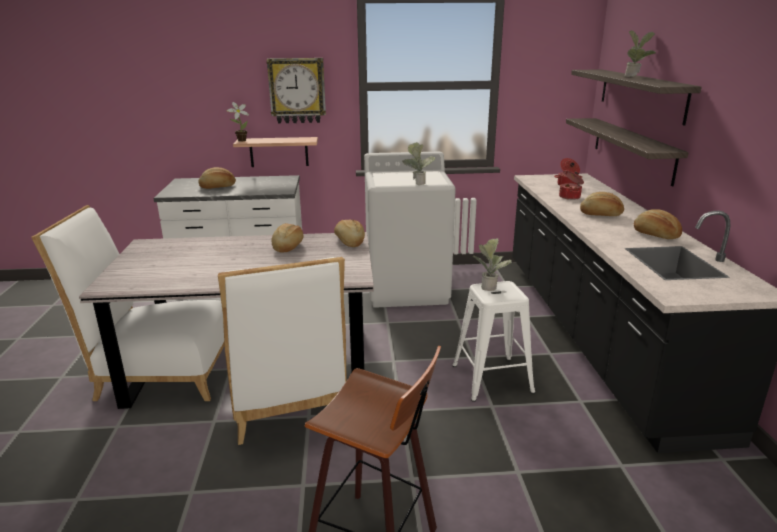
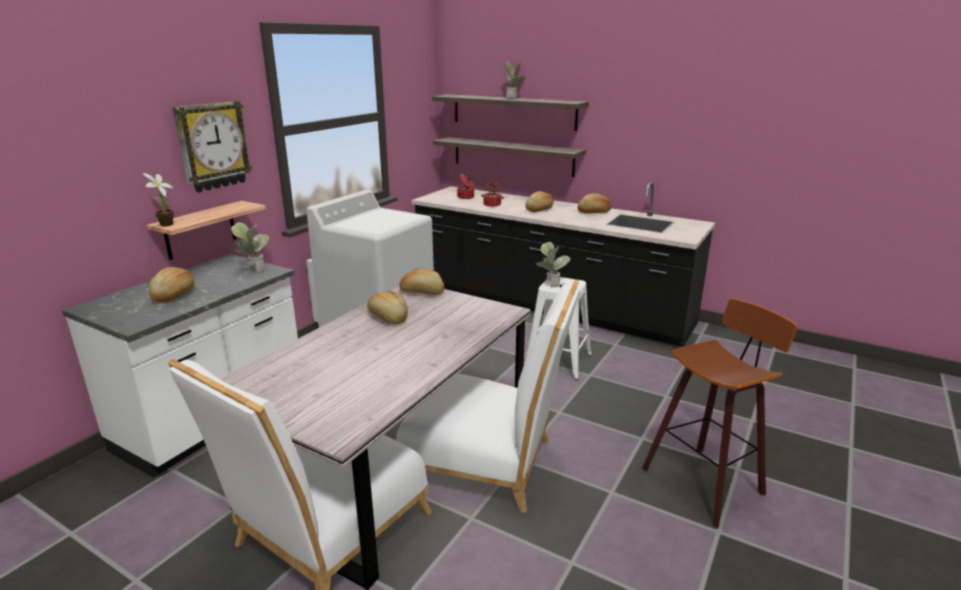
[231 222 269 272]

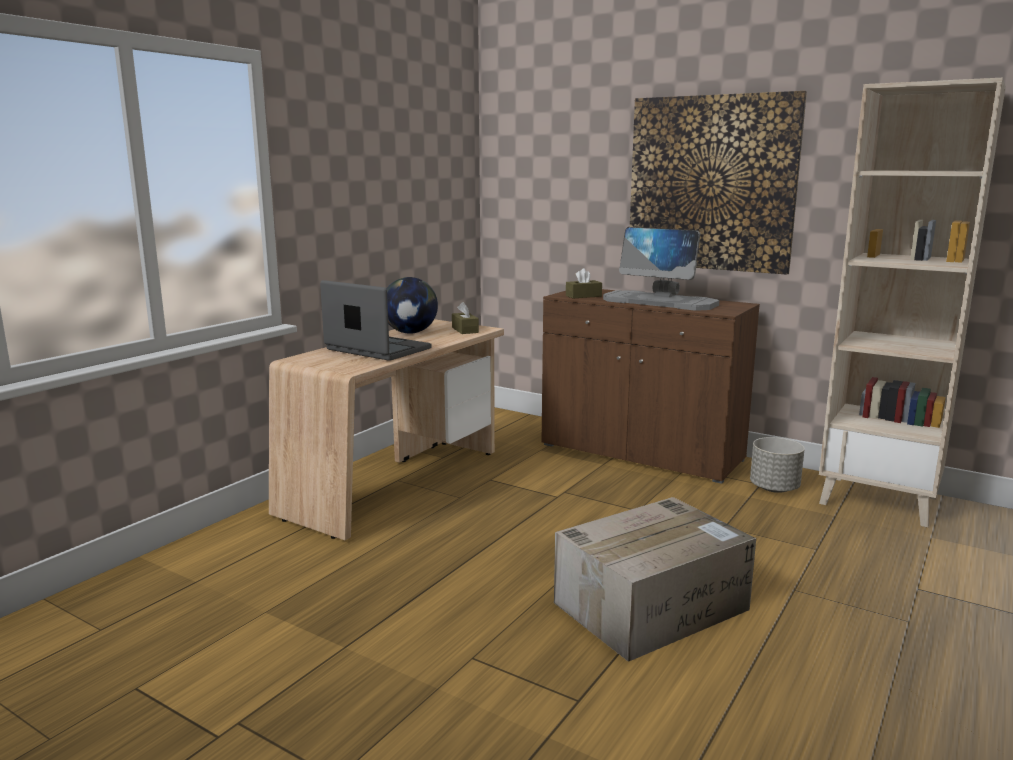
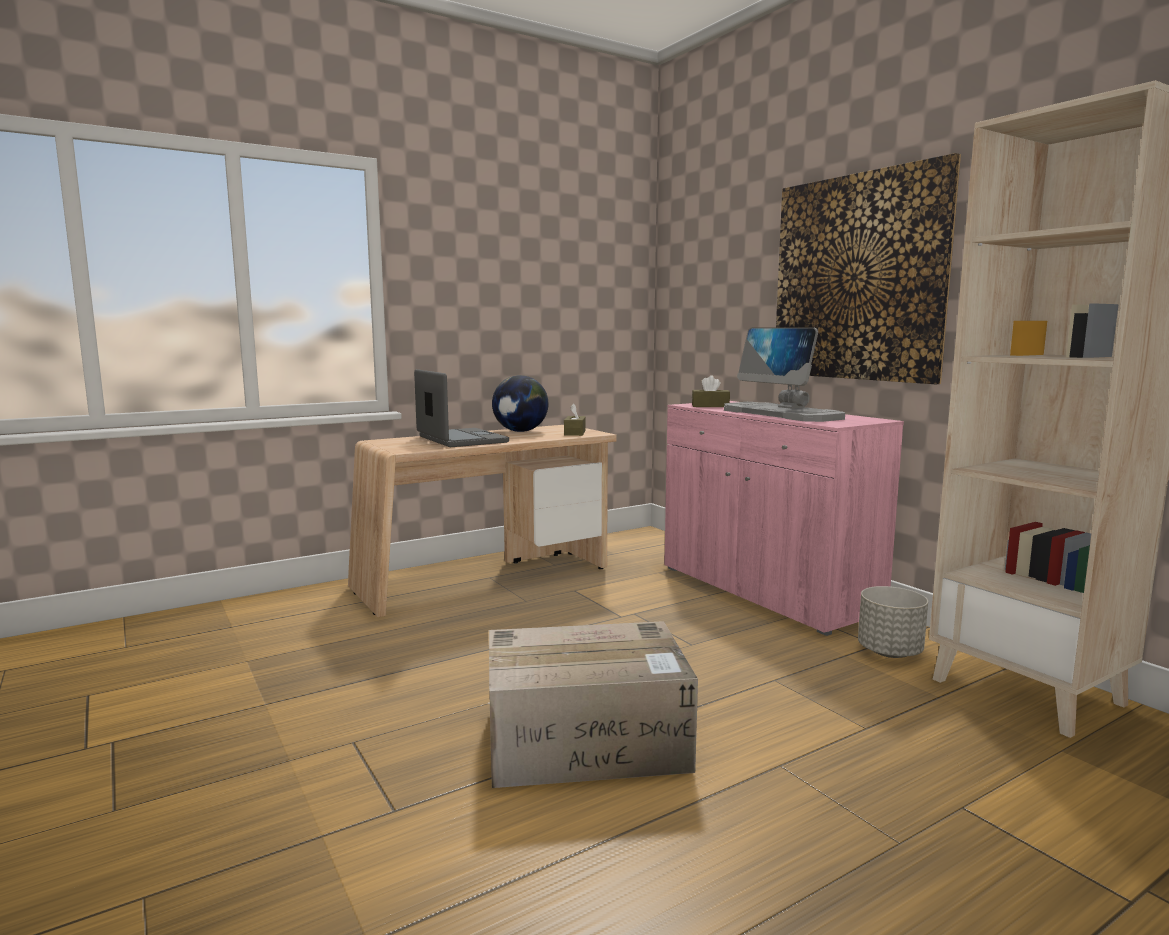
[664 401 904 636]

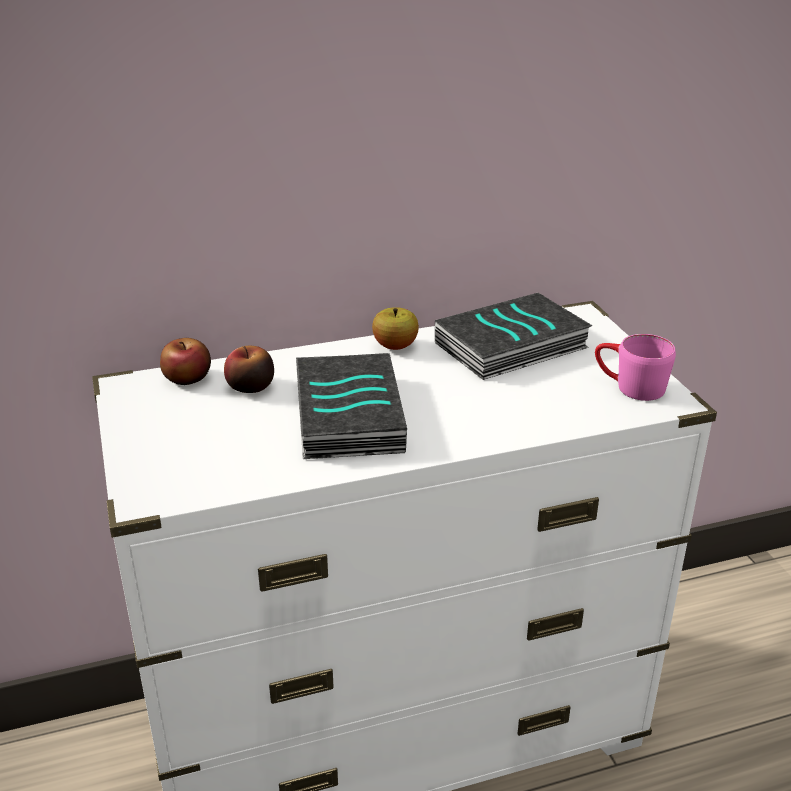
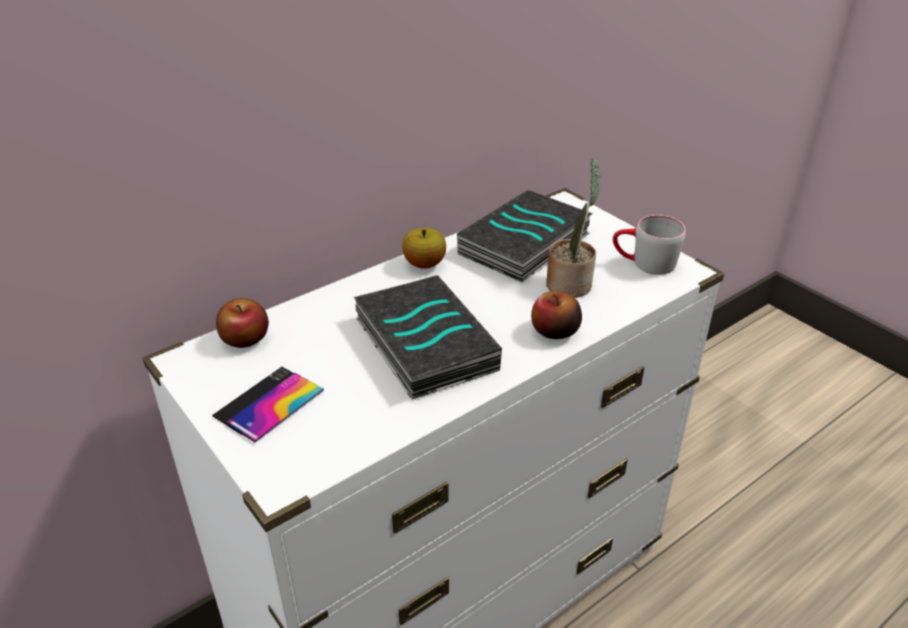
[212 367 324 442]
[531 291 582 339]
[546 158 601 298]
[613 215 686 275]

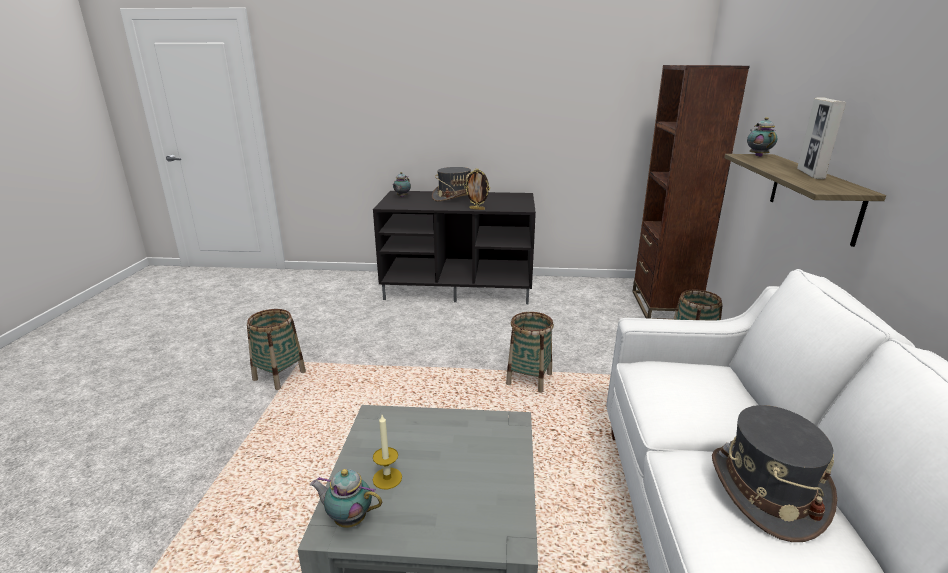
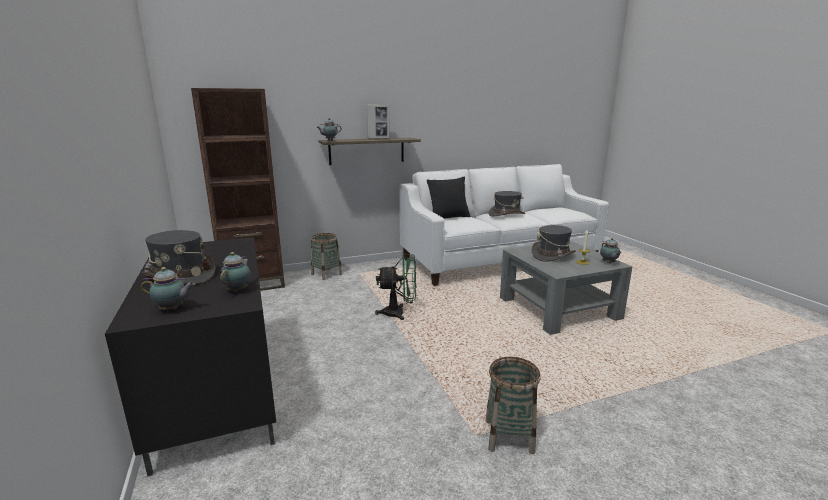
[219 252 251 292]
[375 254 416 320]
[427 177 470 219]
[531 225 576 262]
[464 169 490 210] (first image)

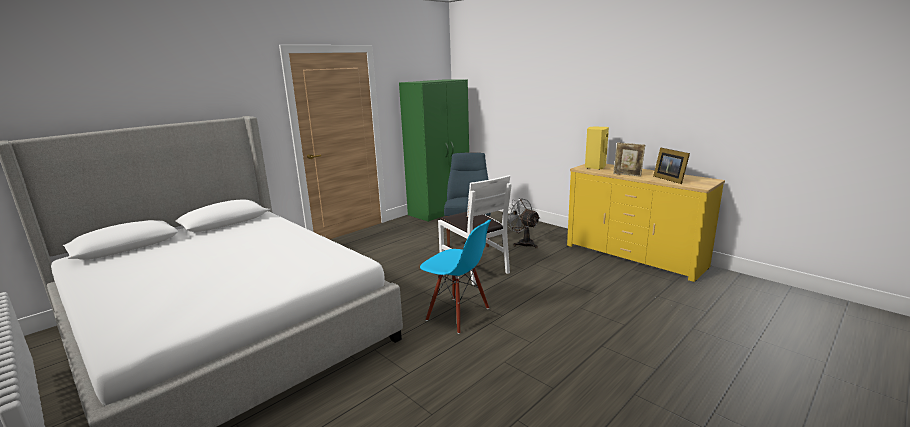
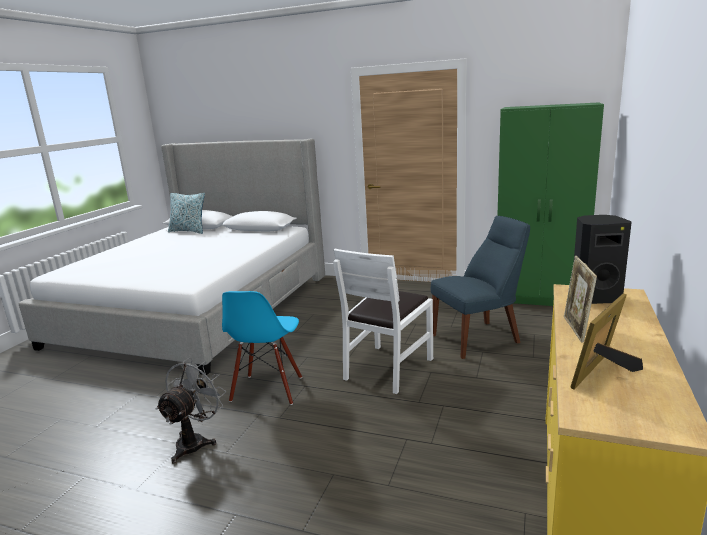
[156 357 226 464]
[168 193 205 234]
[574 215 632 304]

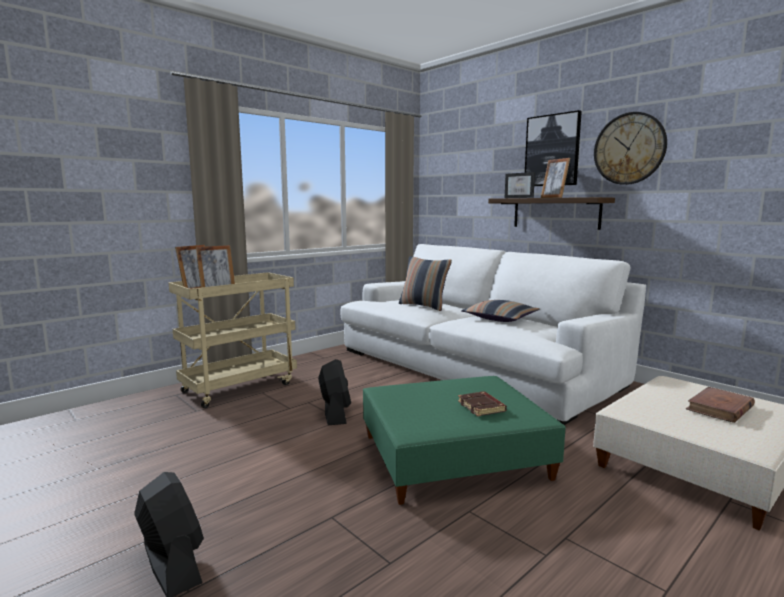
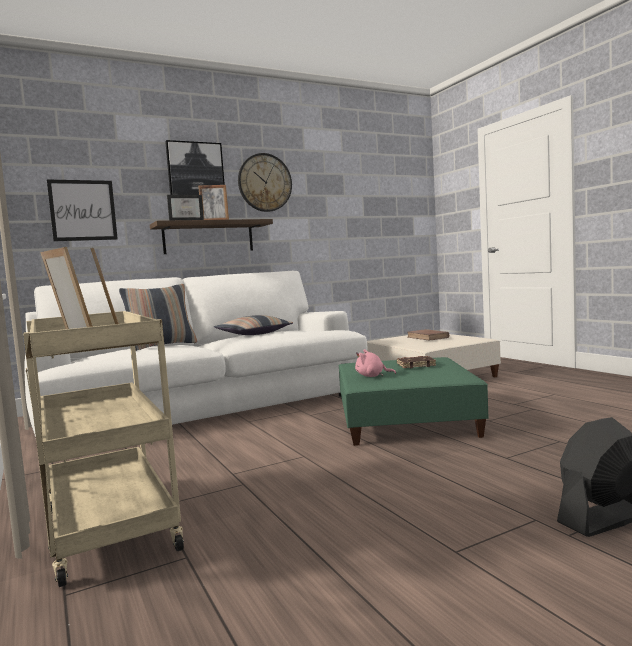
[47 179 118 241]
[355 349 396 377]
[318 359 351 425] (first image)

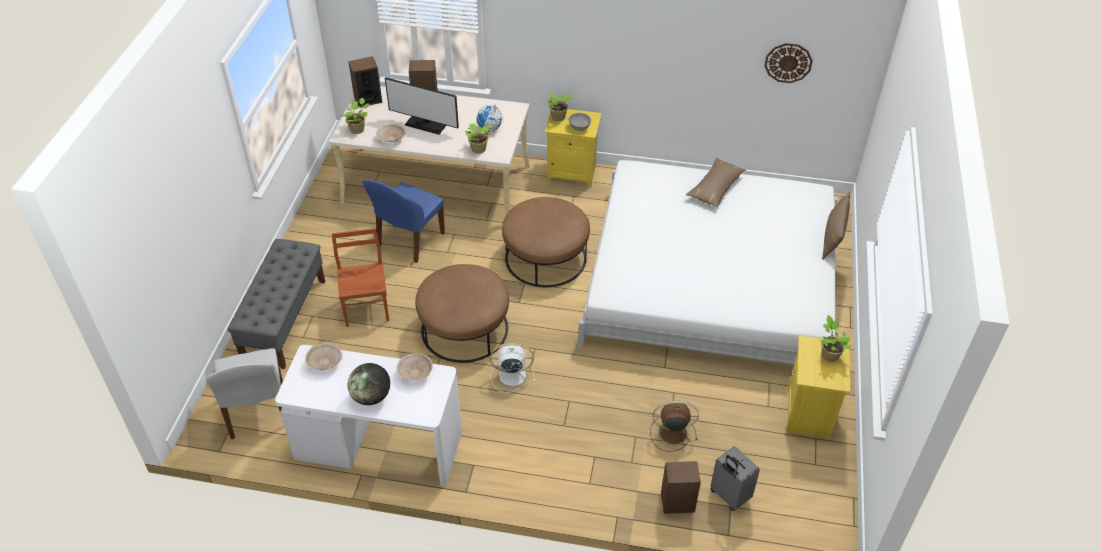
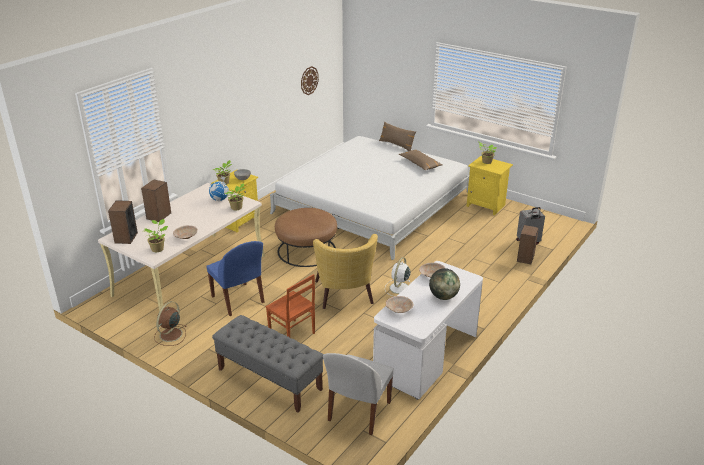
[154 301 186 346]
[266 274 315 337]
[313 234 378 309]
[323 353 394 435]
[399 150 443 171]
[385 77 459 135] (first image)

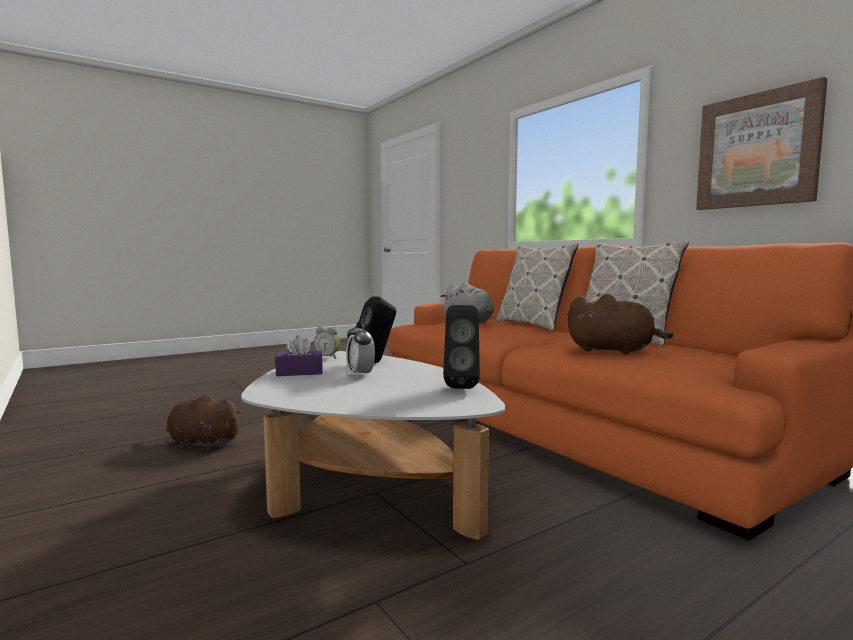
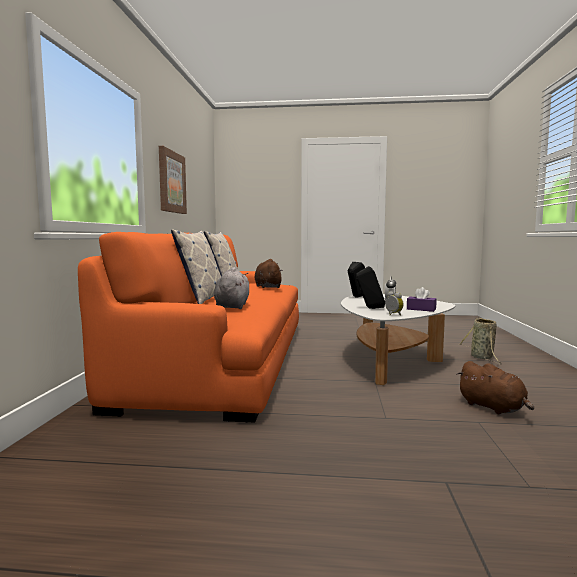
[459 318 502 365]

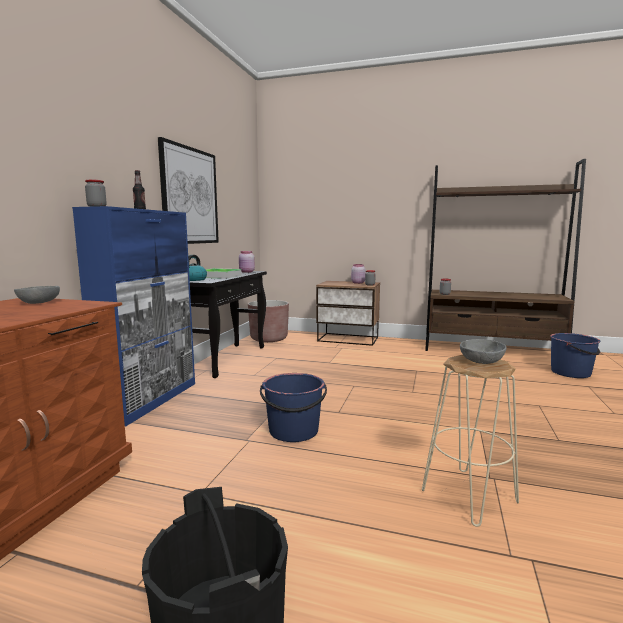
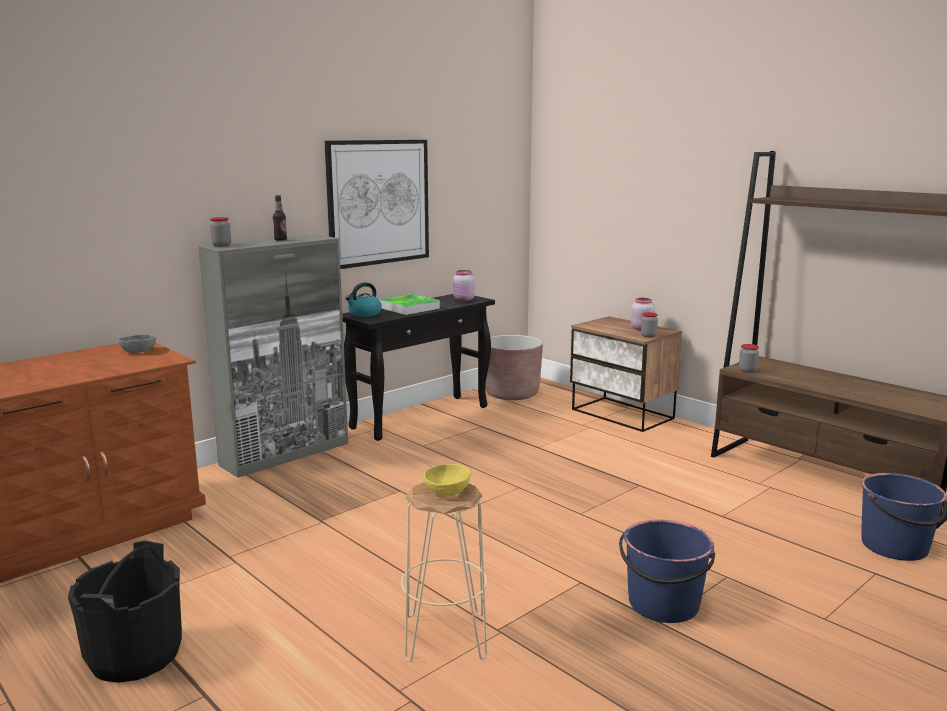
[198 235 348 478]
[423 464 471 496]
[619 519 715 623]

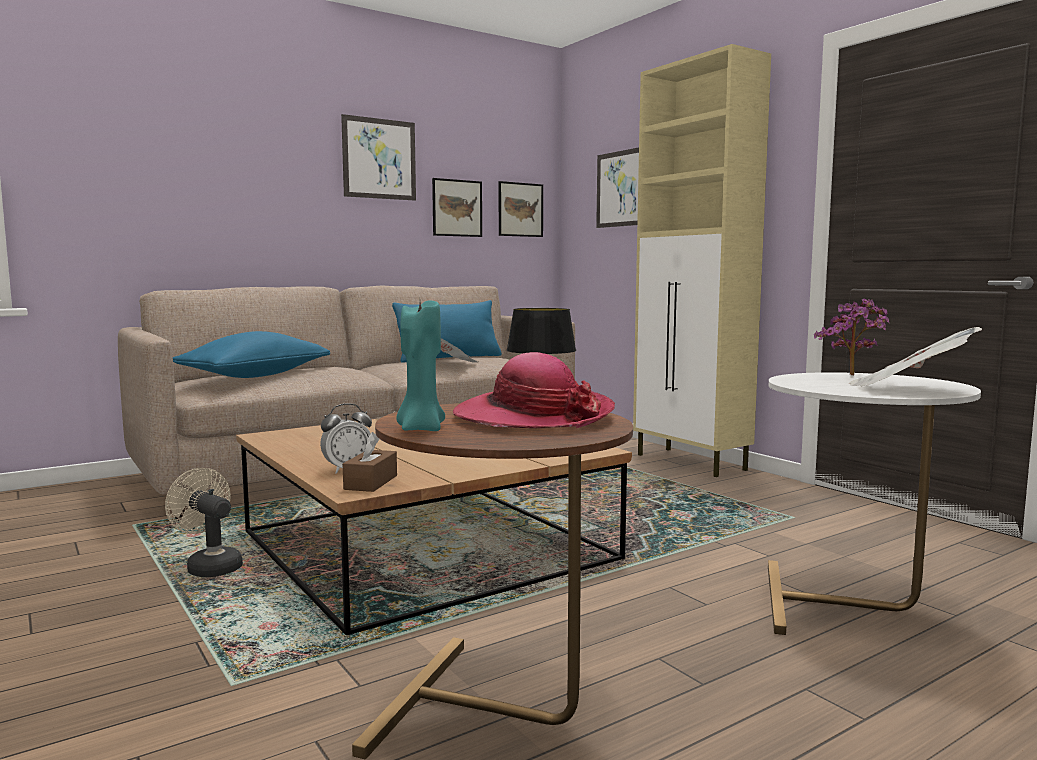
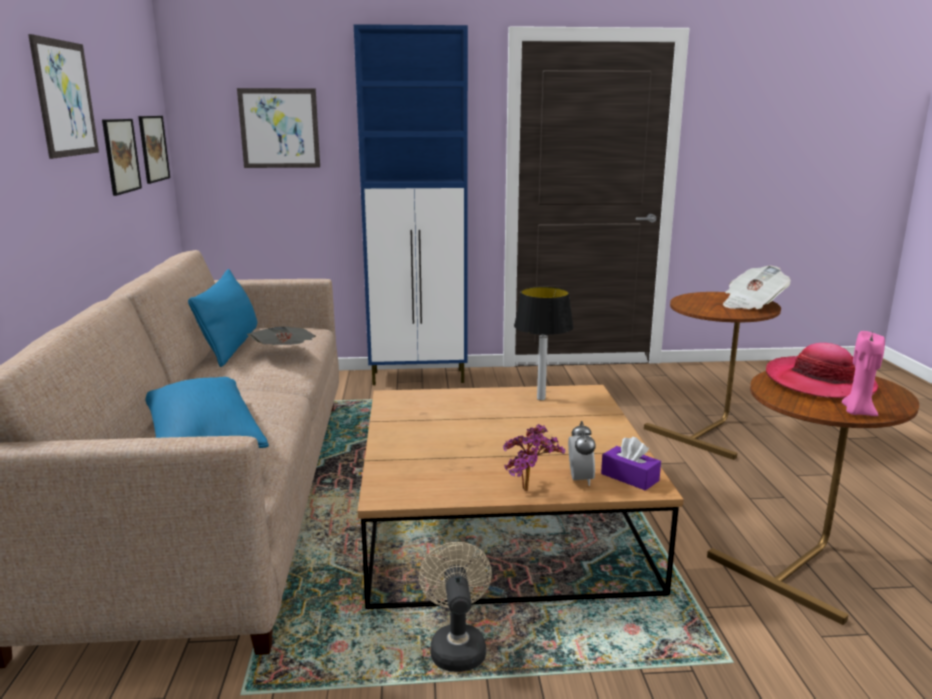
[354 24 468 385]
[419 542 492 672]
[503 424 565 491]
[601 437 661 491]
[644 292 781 460]
[842 331 885 416]

